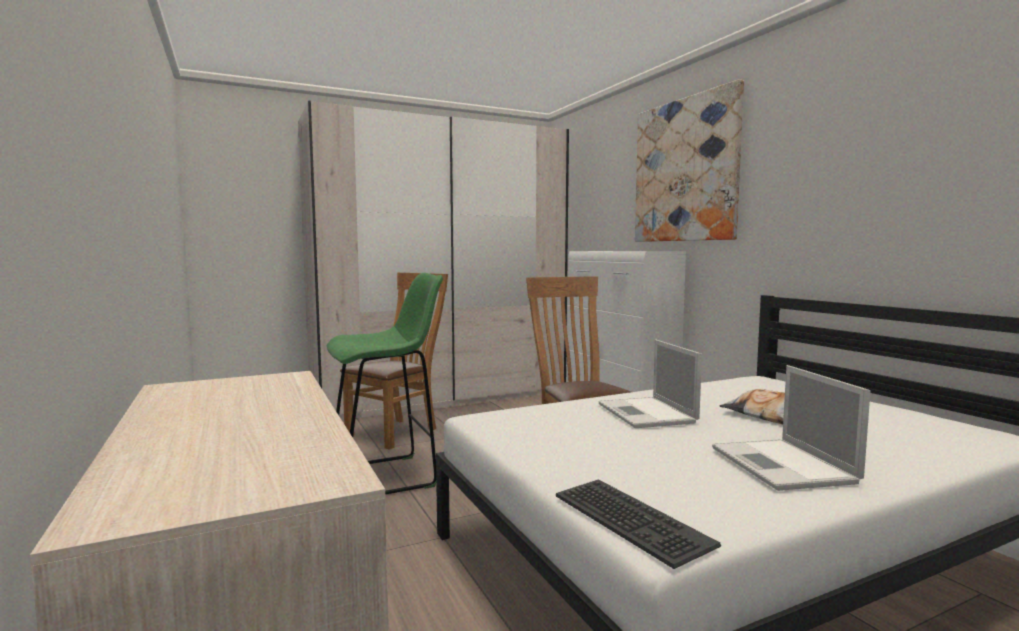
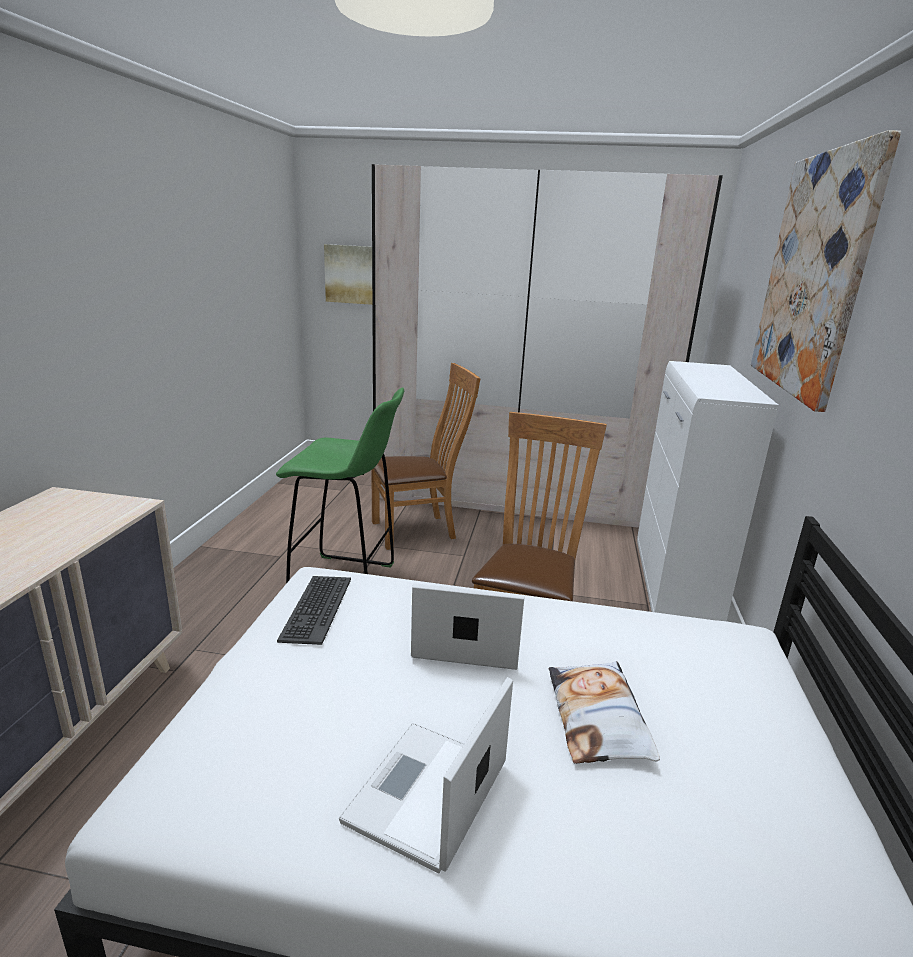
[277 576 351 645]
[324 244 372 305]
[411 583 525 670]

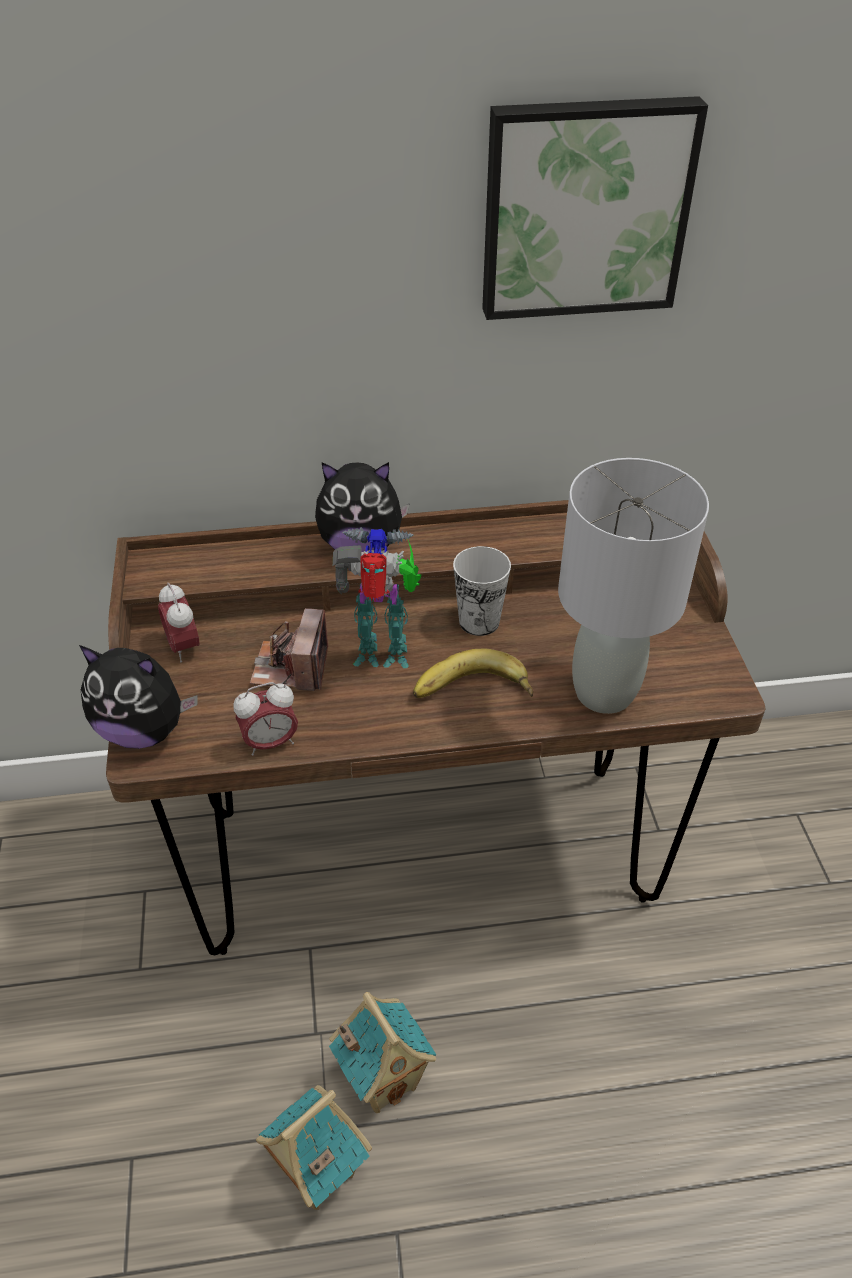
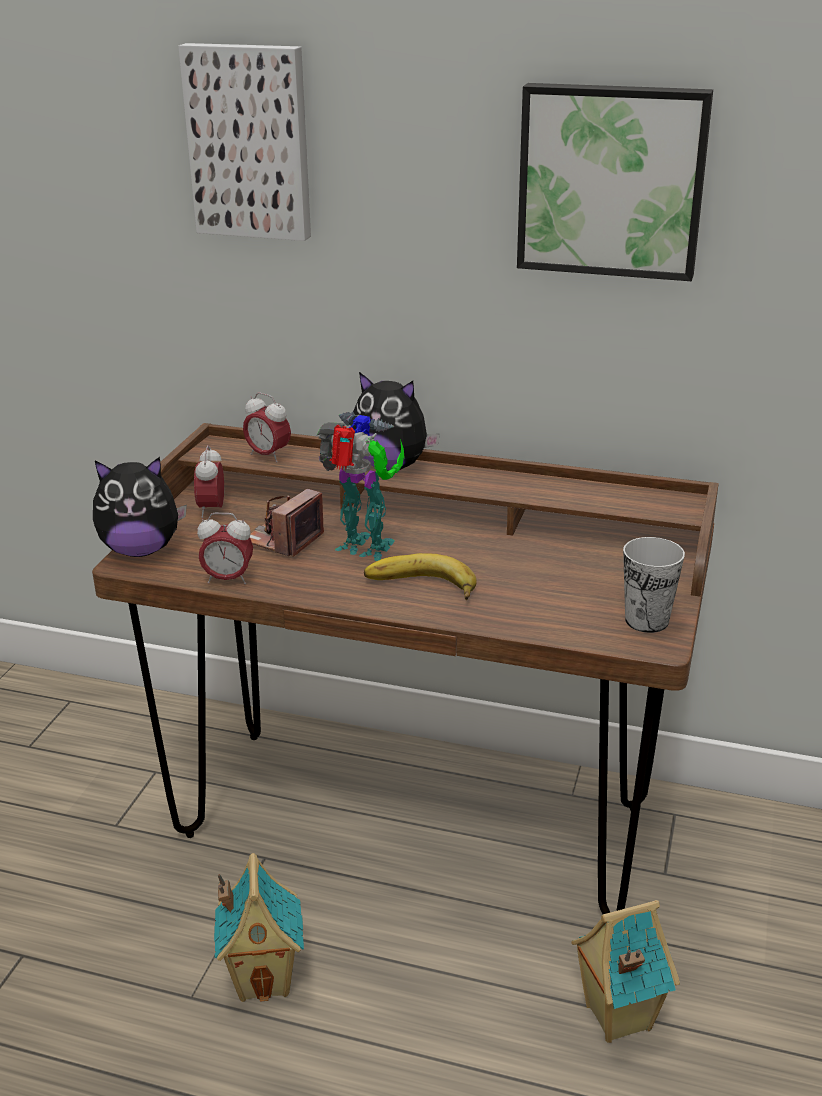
[93 457 187 557]
[178 43 311 241]
[243 392 291 463]
[571 900 680 1043]
[623 537 685 633]
[558 458 709 714] (first image)

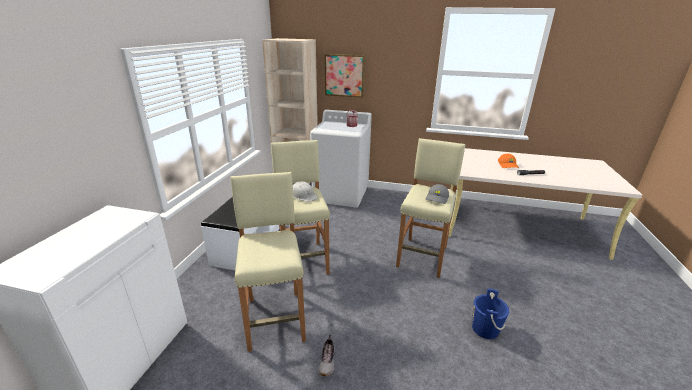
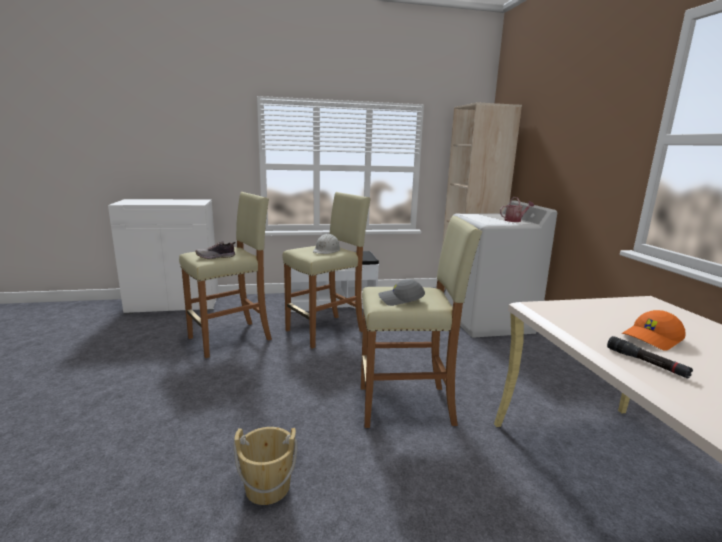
[196 241 236 259]
[233 427 298 505]
[324 54 365 98] (first image)

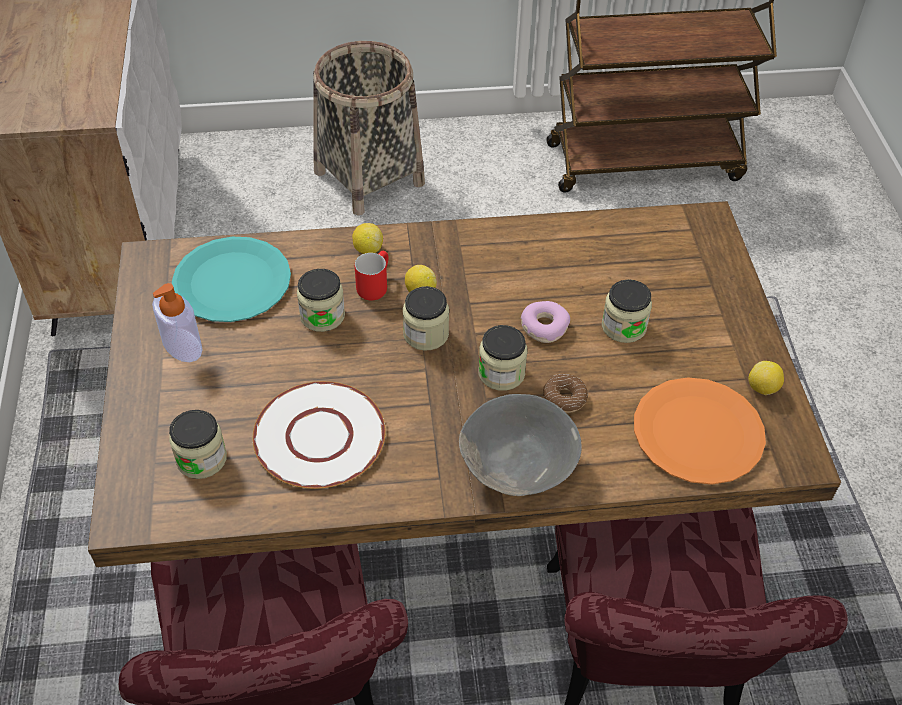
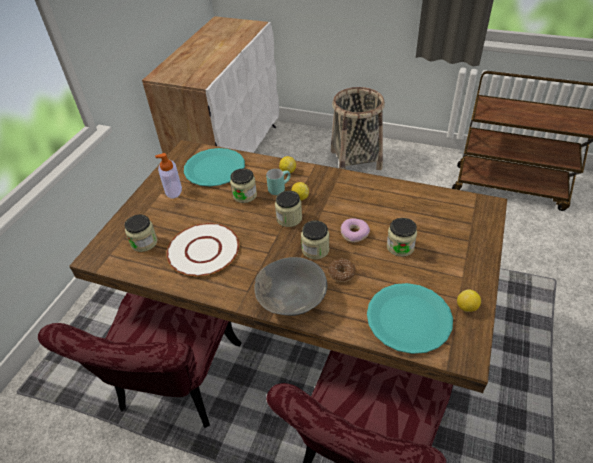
[266 169 291 195]
[367 283 453 354]

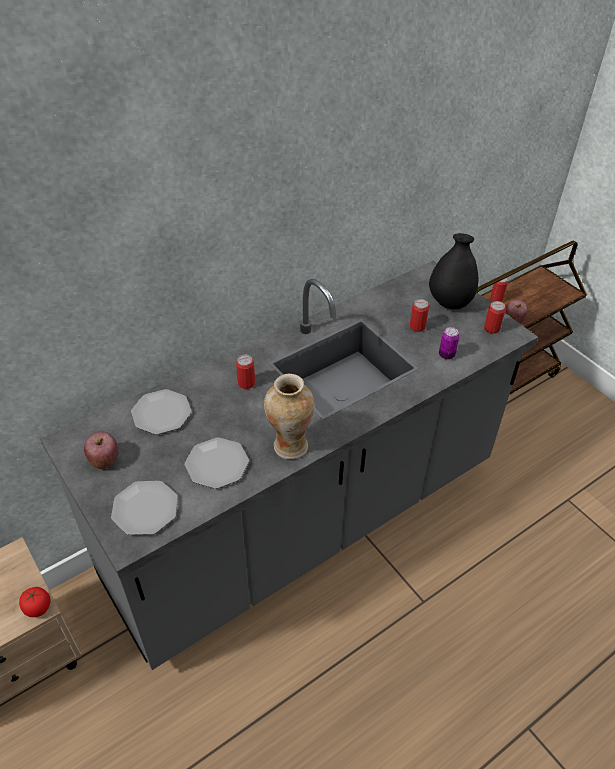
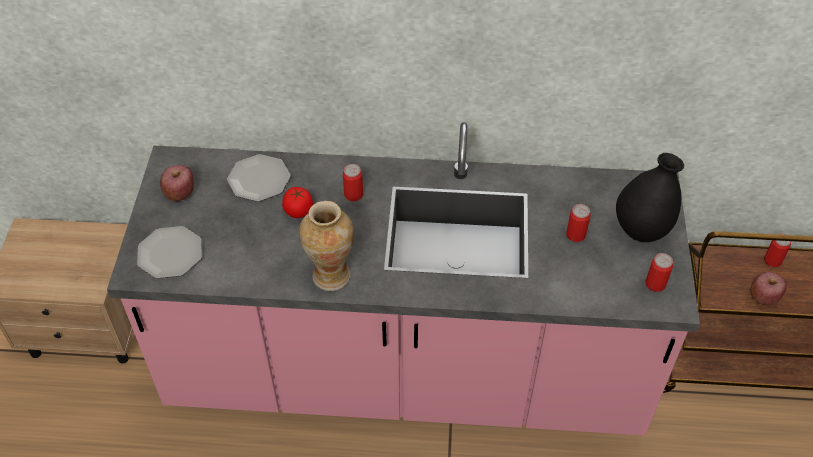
[107 122 700 436]
[282 187 313 218]
[185 437 249 489] (first image)
[439 327 460 360] (first image)

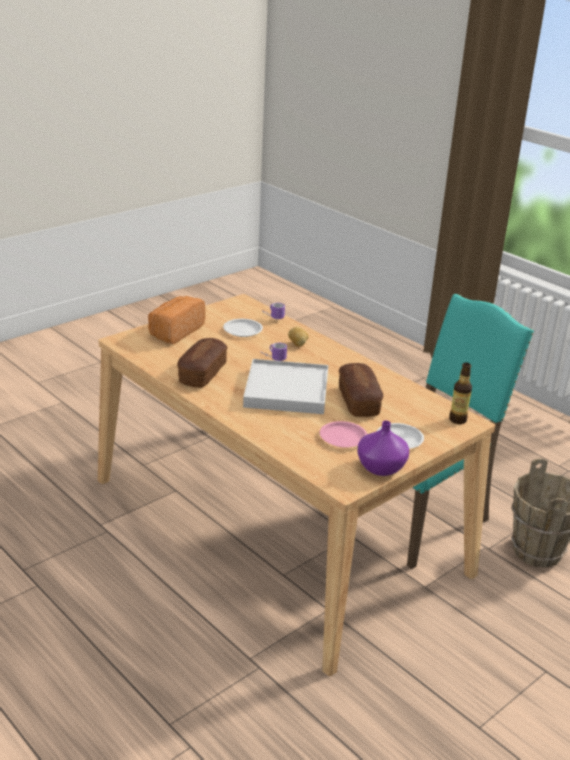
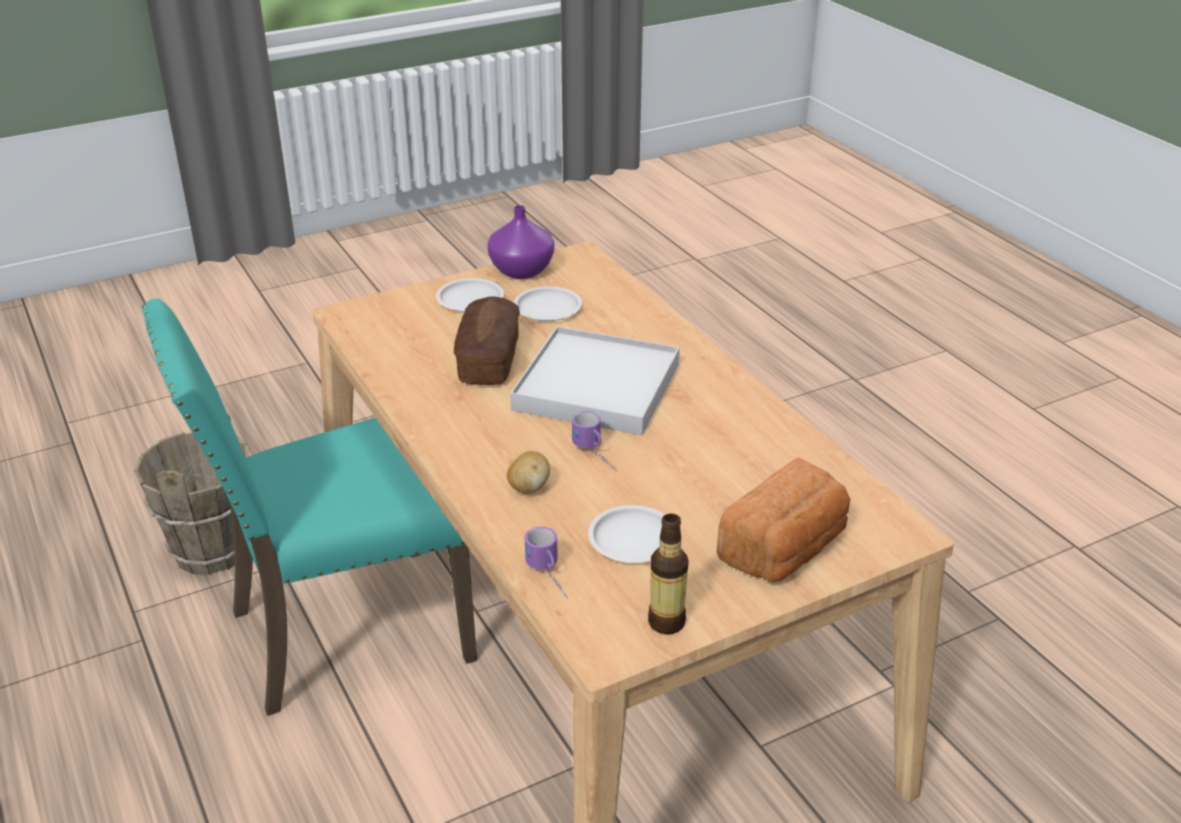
[514 287 582 321]
[648 514 689 634]
[177 338 227 388] (first image)

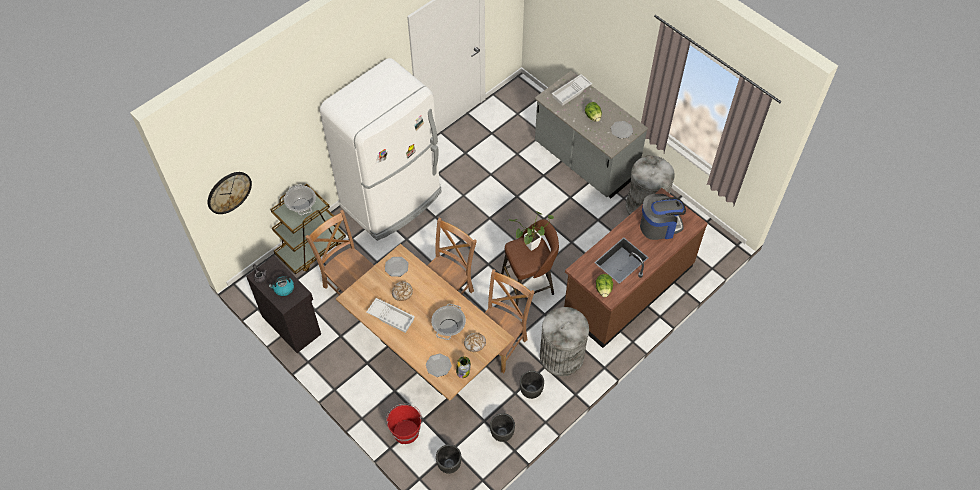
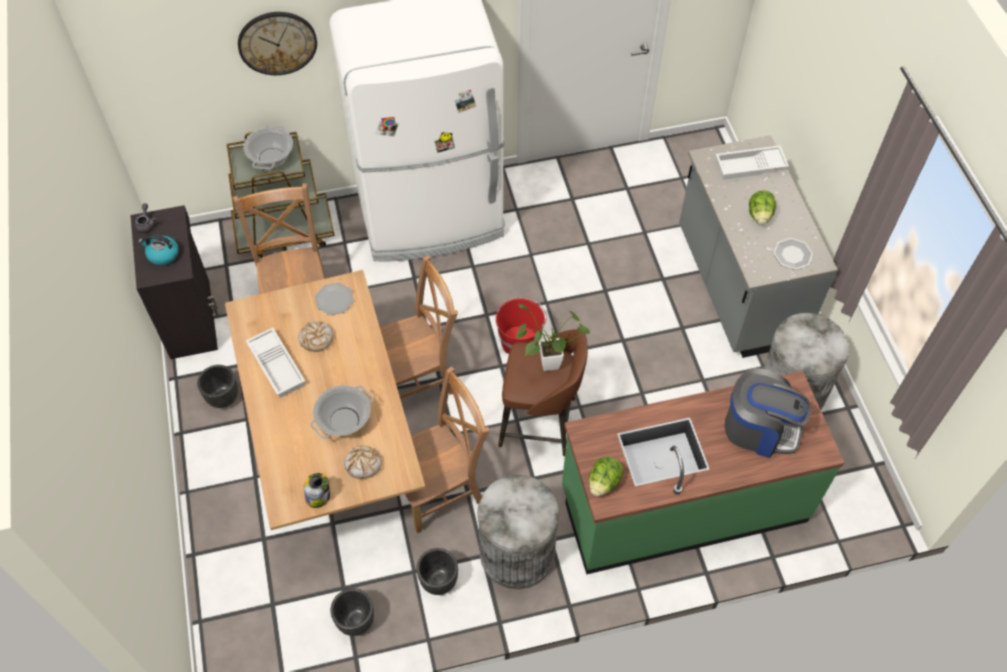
[197 365 238 408]
[238 12 317 75]
[496 297 547 354]
[562 371 844 575]
[426 353 452 377] (first image)

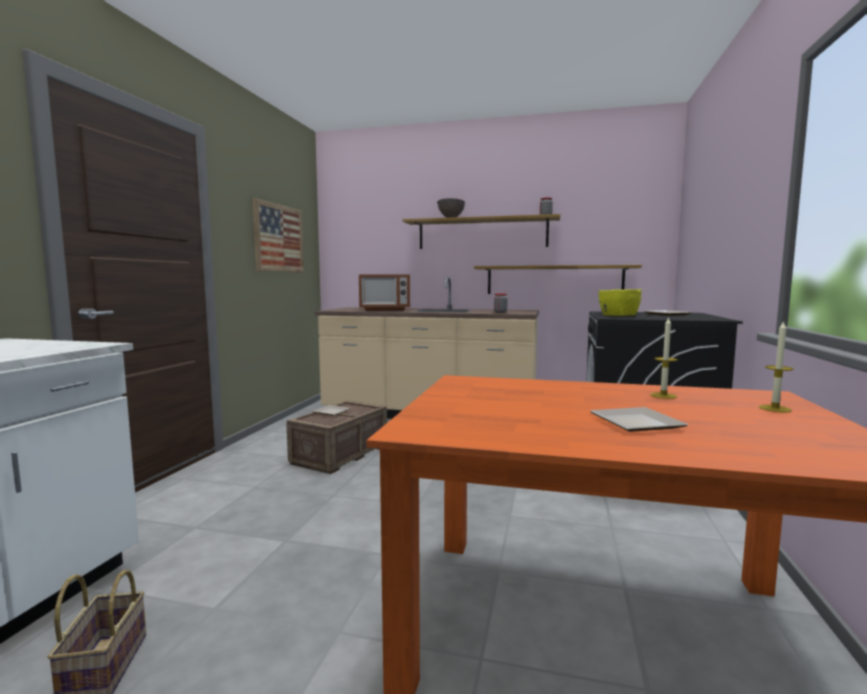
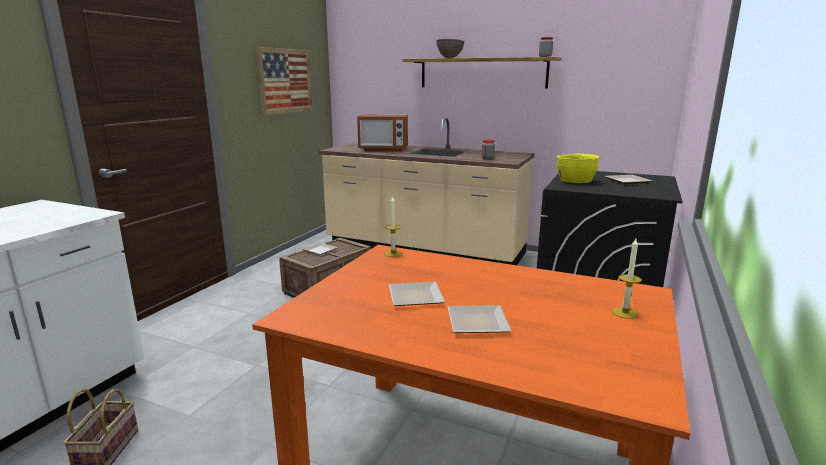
[384 195 402 257]
[389 282 445 306]
[474 265 642 294] (first image)

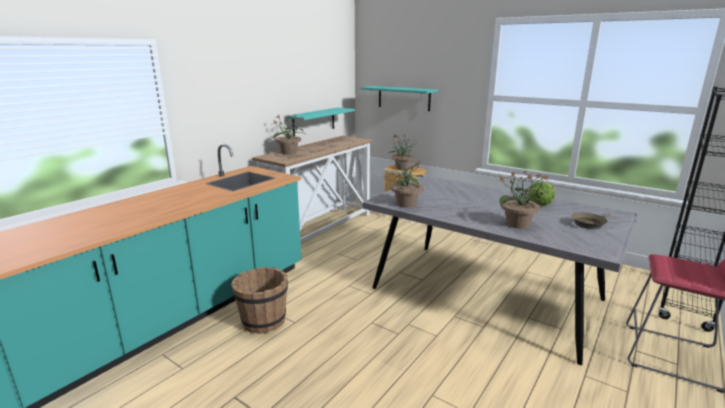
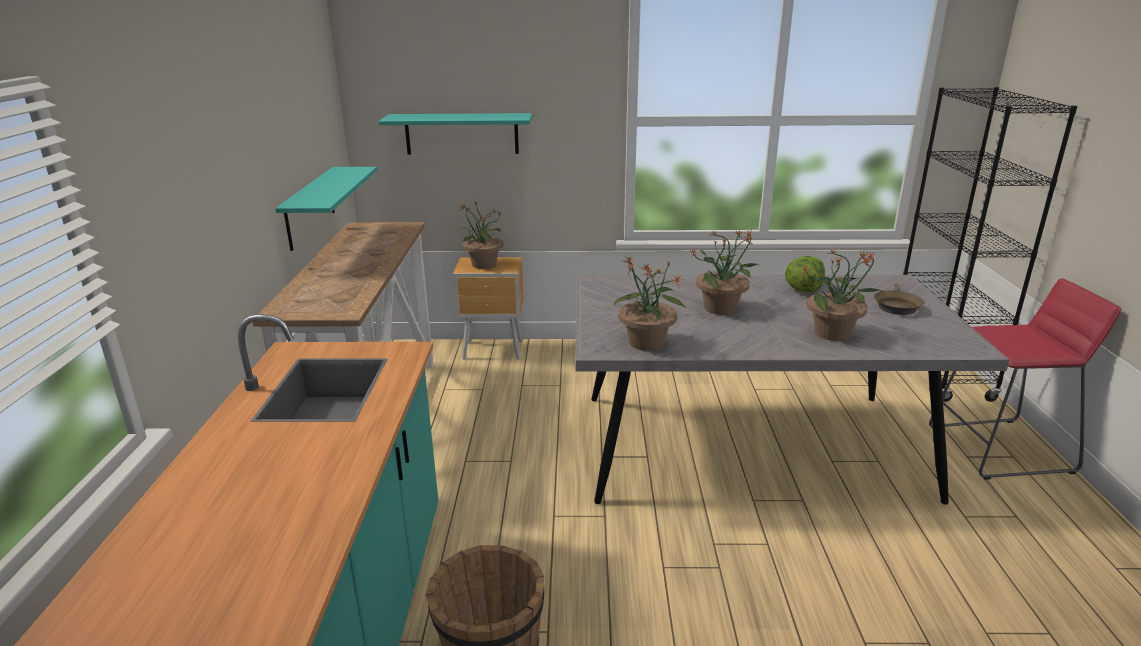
[689 230 760 315]

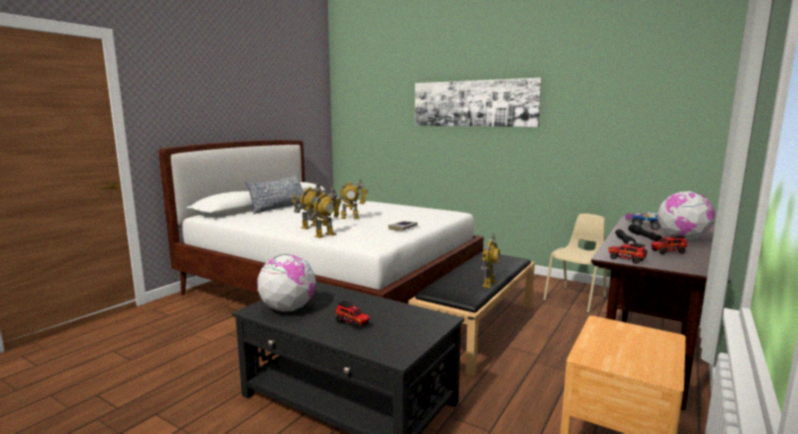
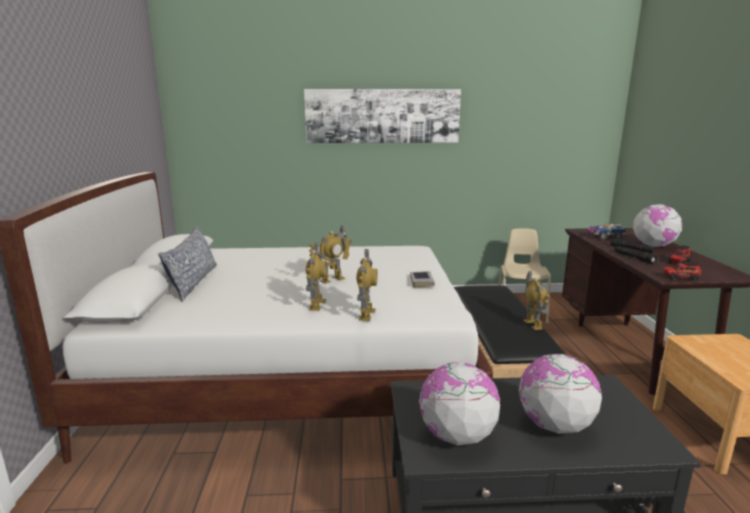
[519 354 602 434]

